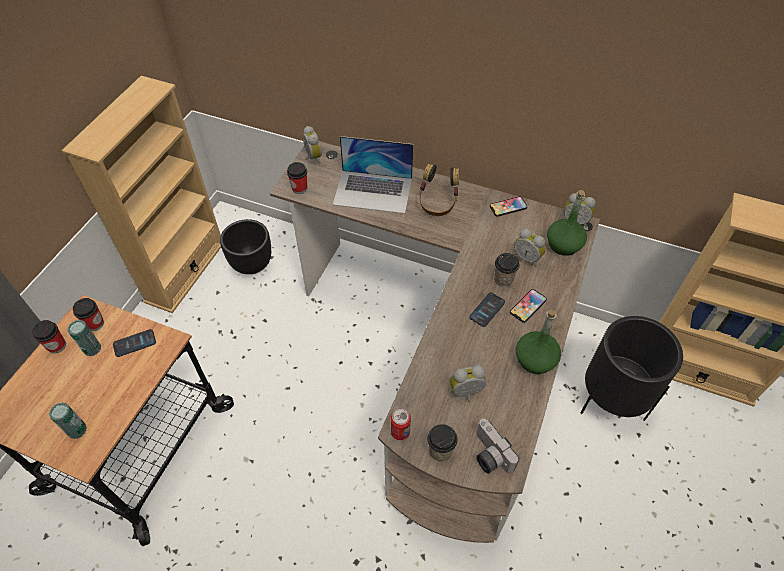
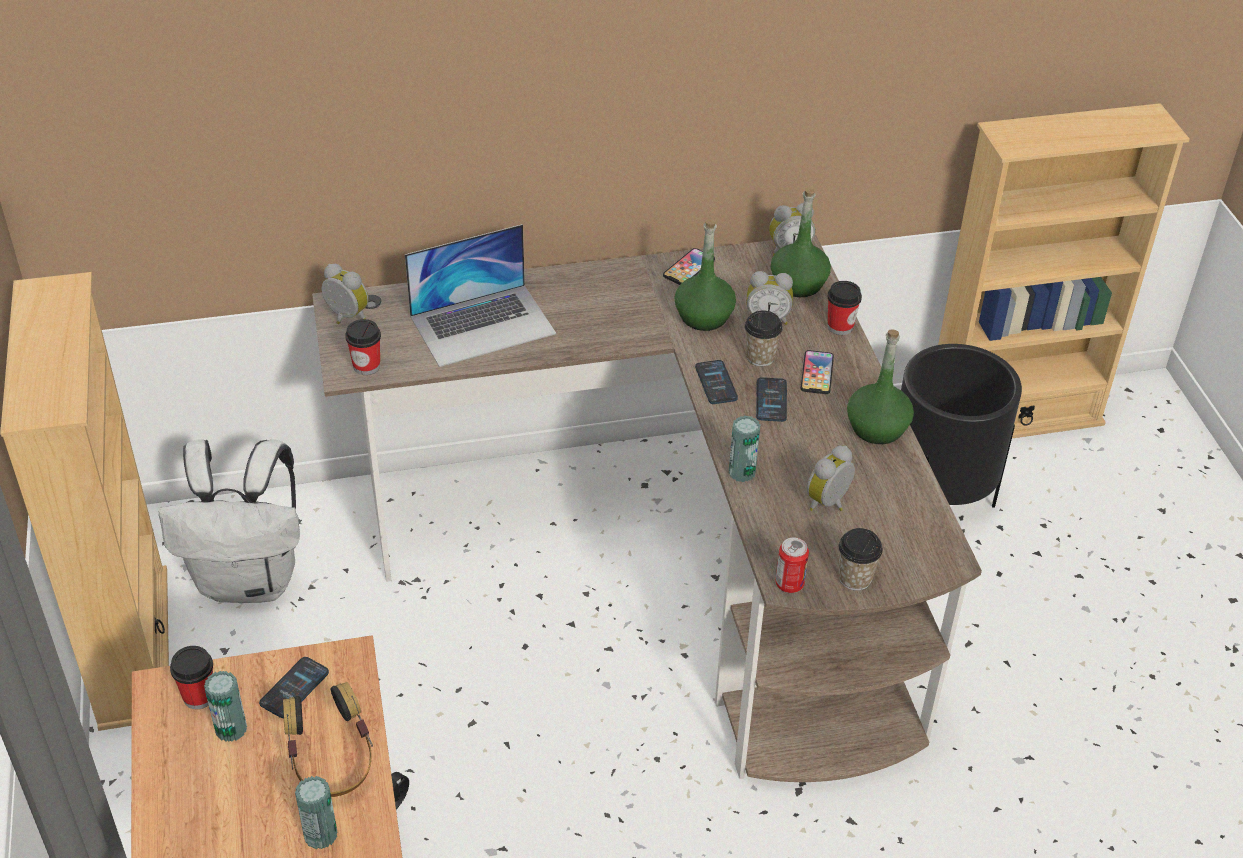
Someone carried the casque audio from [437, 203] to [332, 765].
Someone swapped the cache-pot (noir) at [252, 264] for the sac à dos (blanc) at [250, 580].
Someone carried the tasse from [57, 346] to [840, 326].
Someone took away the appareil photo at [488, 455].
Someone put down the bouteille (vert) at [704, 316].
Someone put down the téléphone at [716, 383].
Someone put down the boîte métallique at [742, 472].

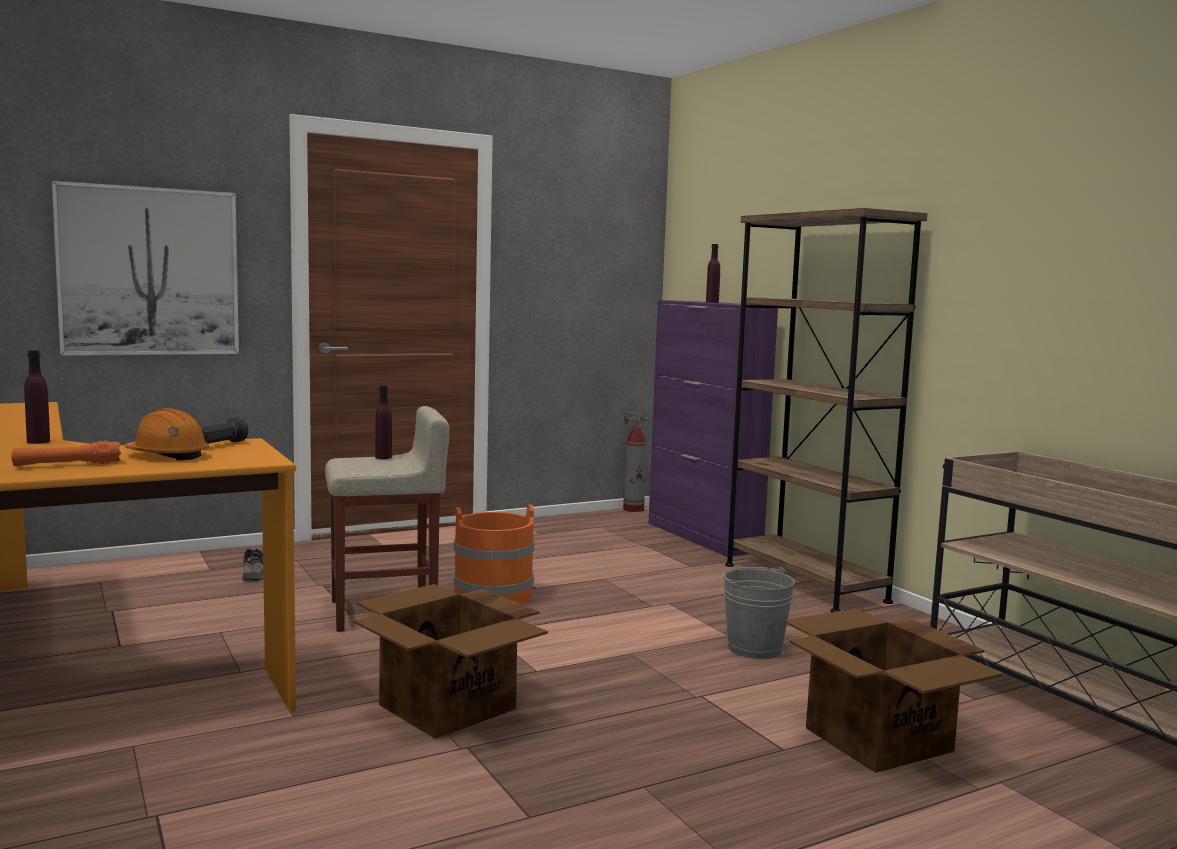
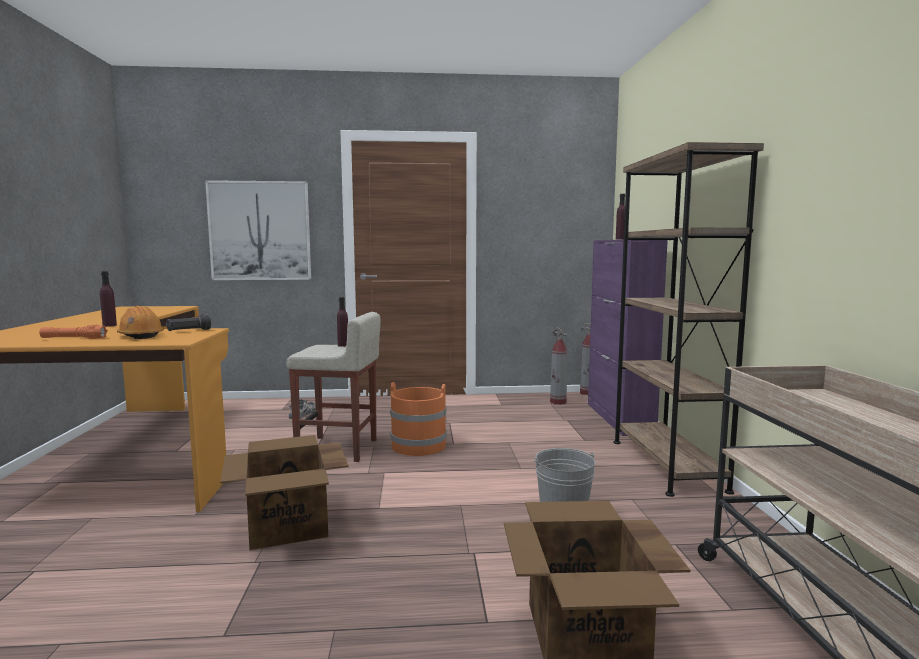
Someone put down the extincteur at [558, 402].

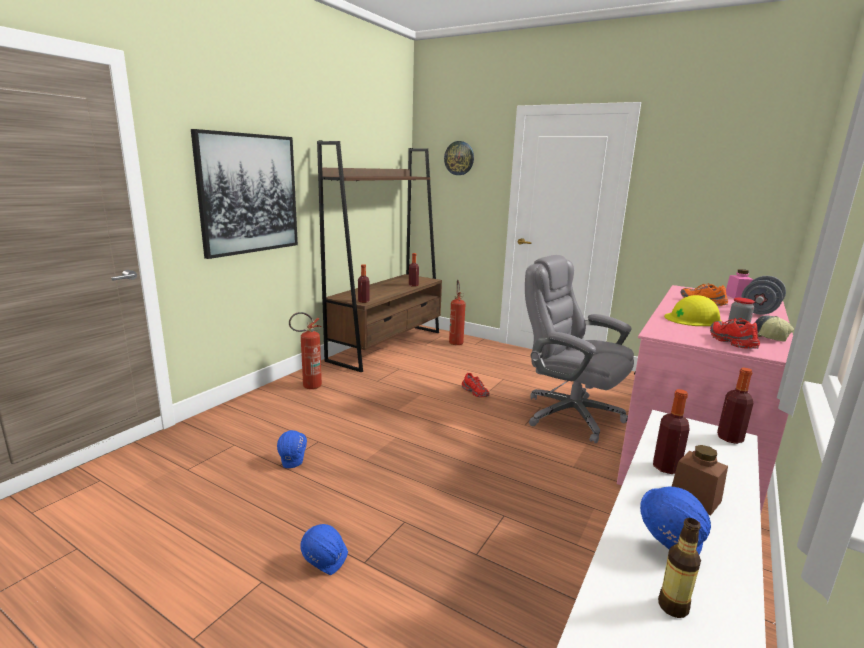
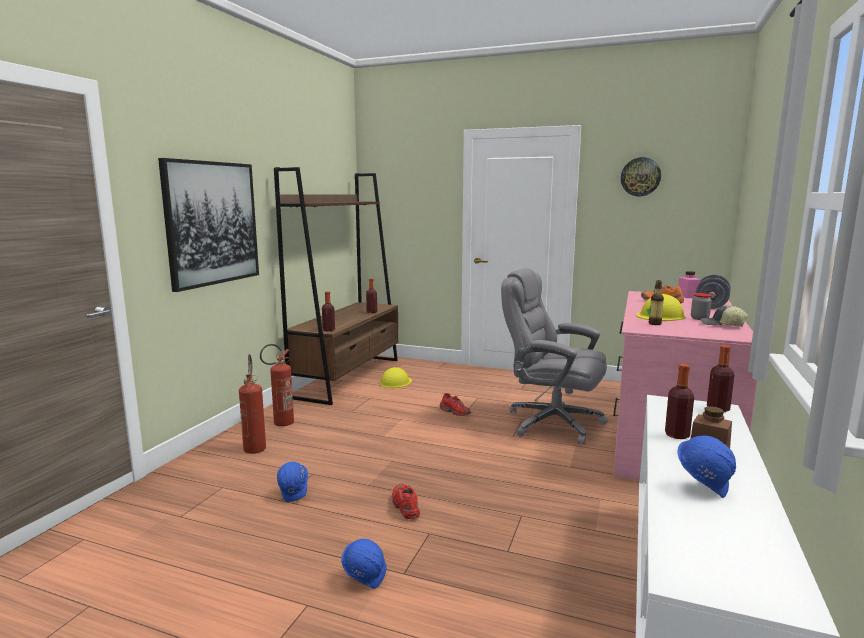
Someone carried the horloge murale from [459, 158] to [640, 177].
Someone carried the extincteur from [455, 341] to [255, 446].
Someone carried the chaussure (rouge) from [731, 342] to [405, 507].
Someone carried the bouteille from [673, 606] to [655, 324].
Someone put down the casque de chantier (jaune) at [395, 382].

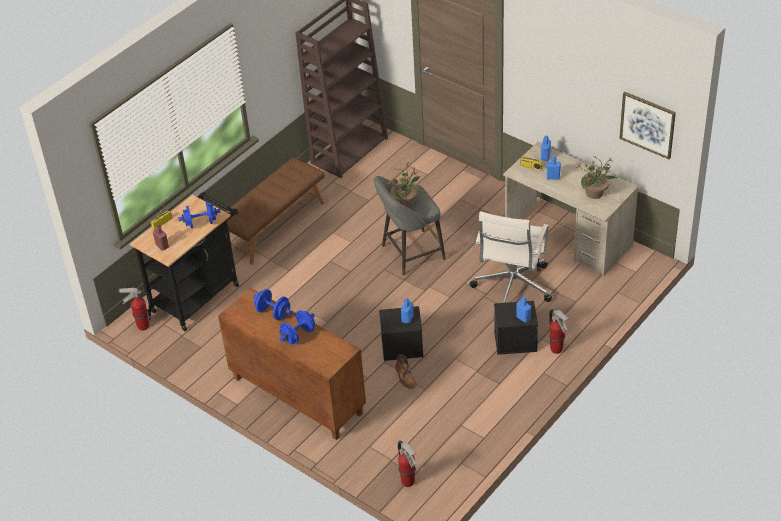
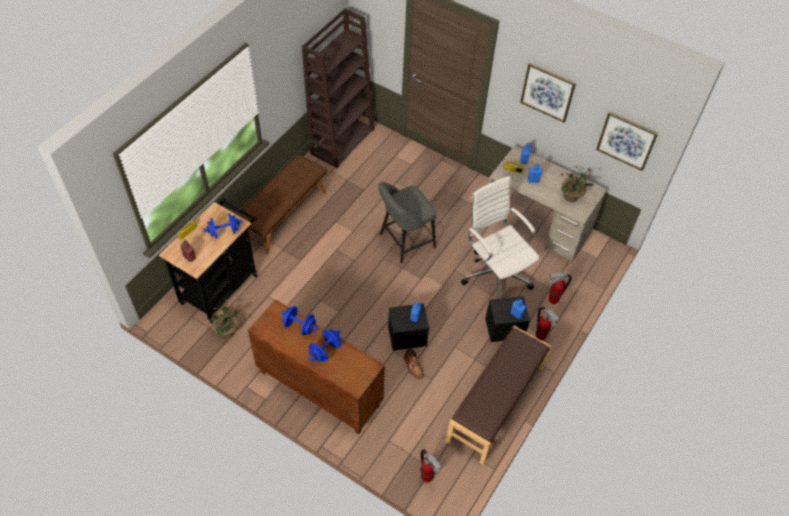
Someone carried the plante en pot from [405, 202] to [227, 331].
Someone rotated the chaise de bureau (blanc) at [512, 287] by 135 degrees clockwise.
Someone carried the extincteur from [142, 326] to [552, 300].
Someone put up the tableau at [547, 92].
Someone put down the banc (marron) at [496, 404].

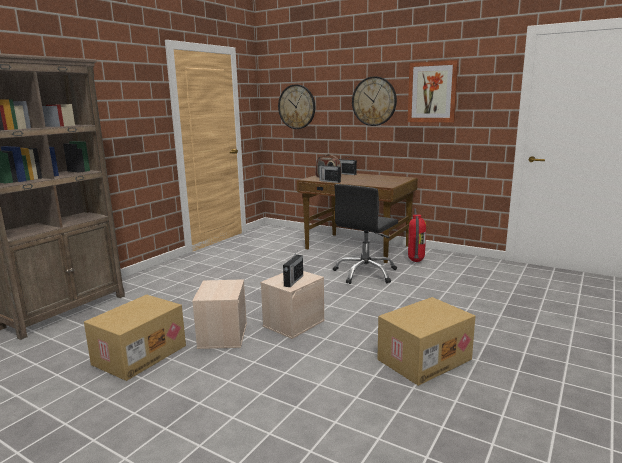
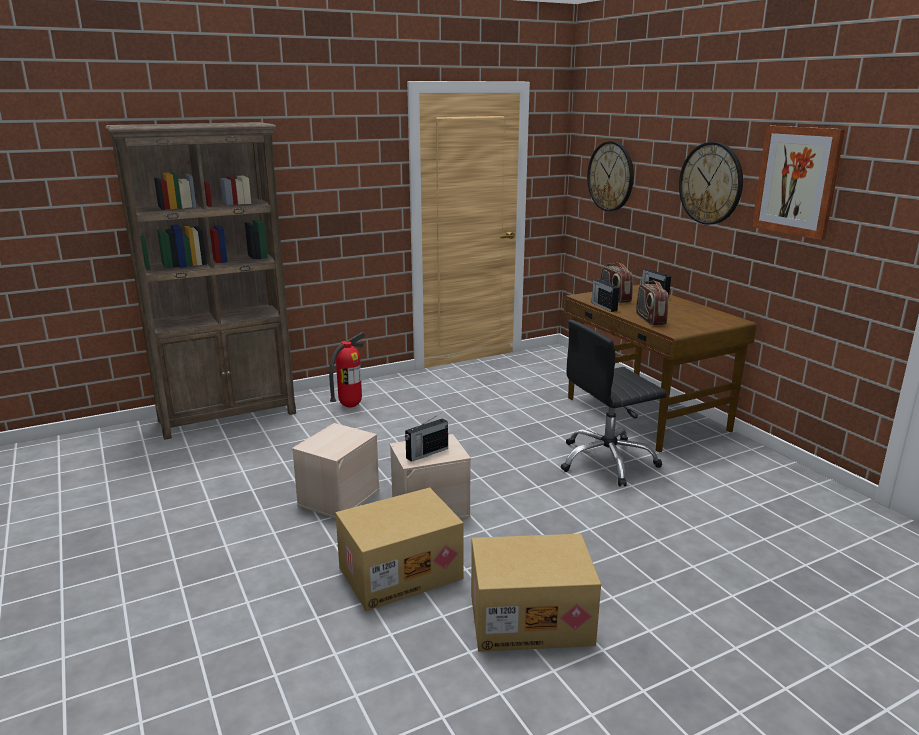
Someone carried the extincteur from [415, 261] to [350, 406].
Someone carried the carton from [139, 354] to [400, 572].
Someone put down the radio at [650, 319].

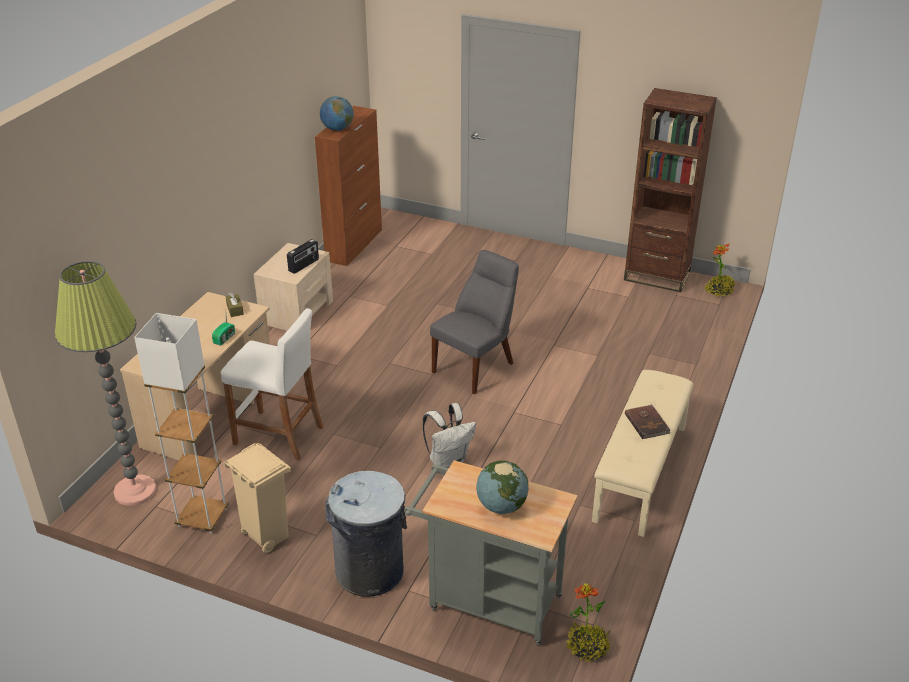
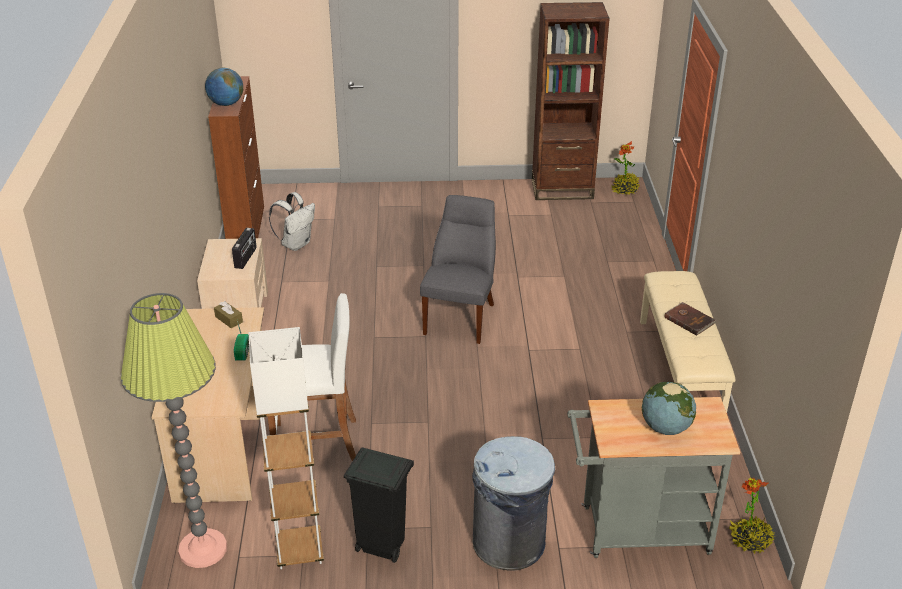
Someone carried the sac à dos (blanc) from [448, 460] to [296, 244].
Someone repainted the poubelle (beige) at [266, 536], which became the poubelle (noir) at [381, 546].

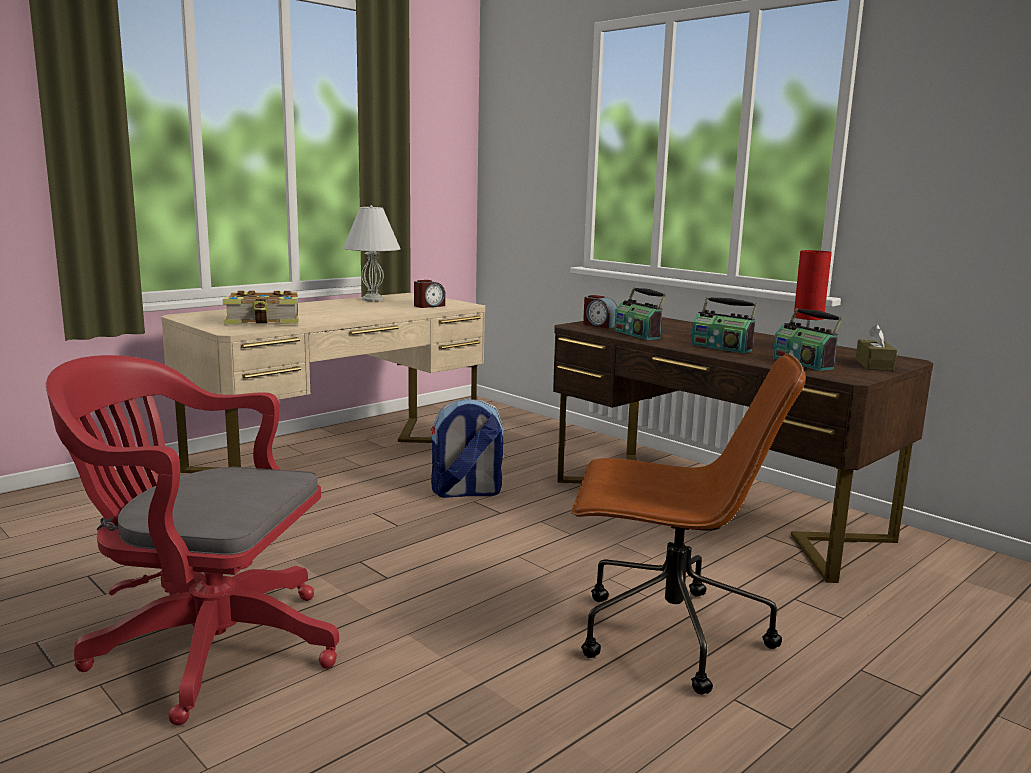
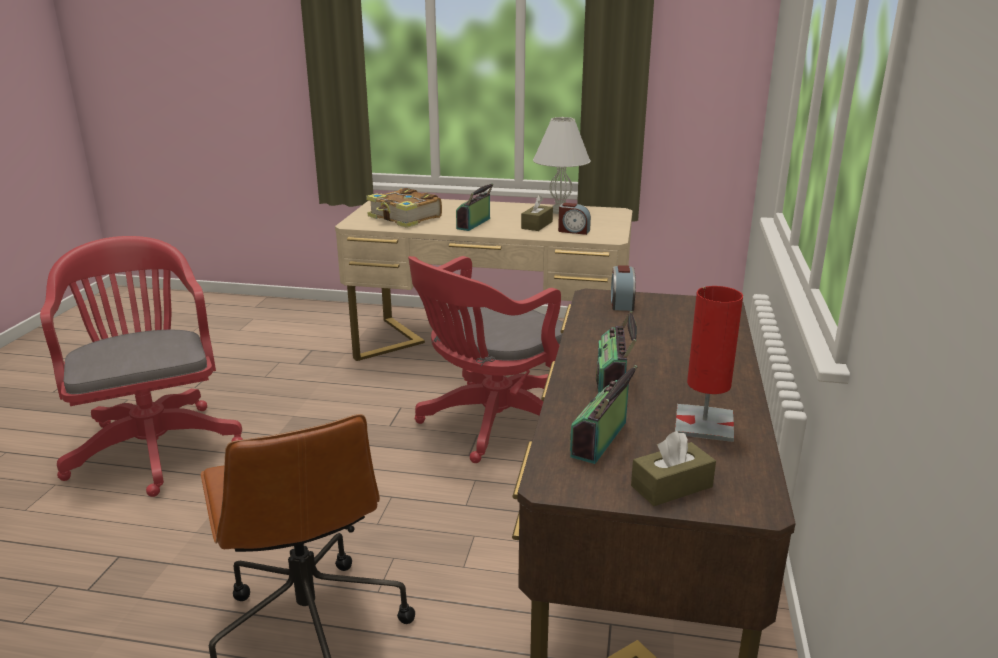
Someone carried the radio from [638, 334] to [474, 224].
Someone swapped the sac à dos at [466, 492] for the chaise de bureau (rouge) at [490, 424].
Someone put down the boîte à mouchoirs (marron) at [537, 225].

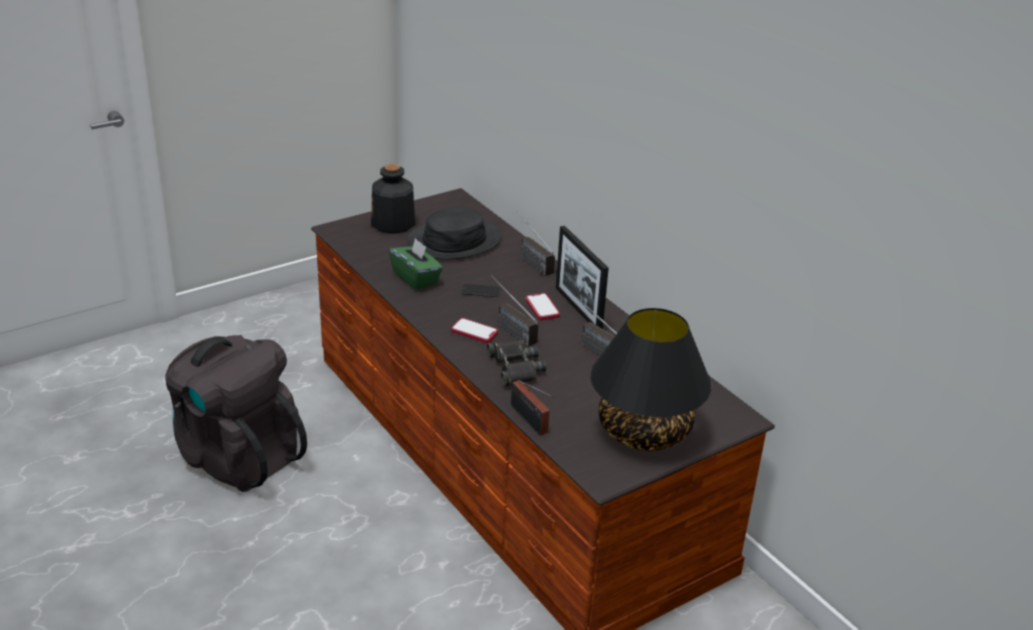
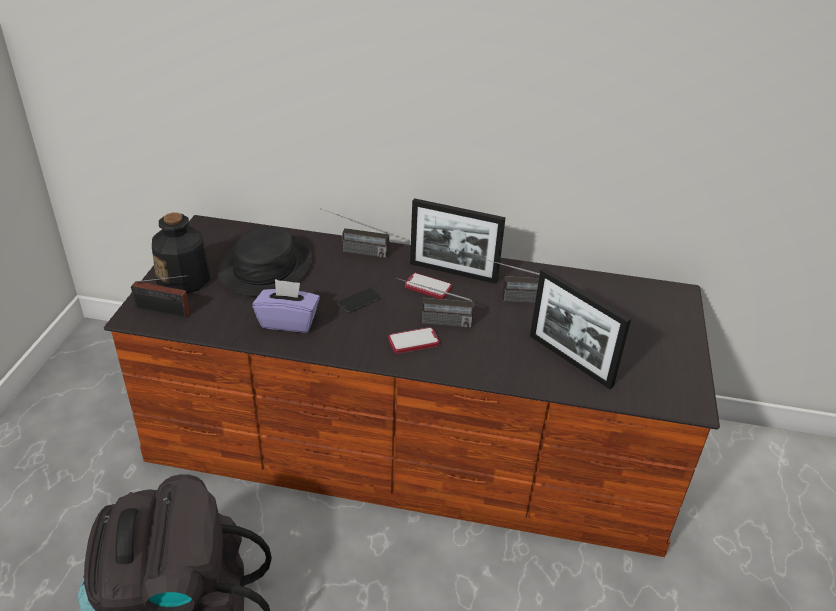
Someone repainted the boîte à mouchoirs (vert) at [416, 278], which became the boîte à mouchoirs (violet) at [288, 321].
Someone took away the lampe de table (noir) at [643, 431].
Someone took away the jumelles (noir) at [515, 368].
Someone carried the radio from [530, 421] to [165, 311].
Someone put down the cadre photo at [570, 360].

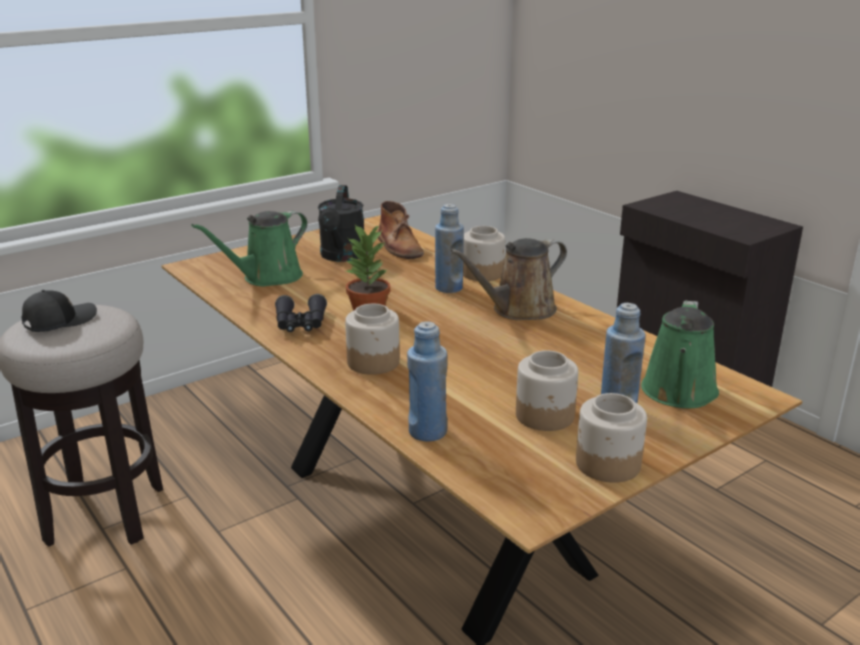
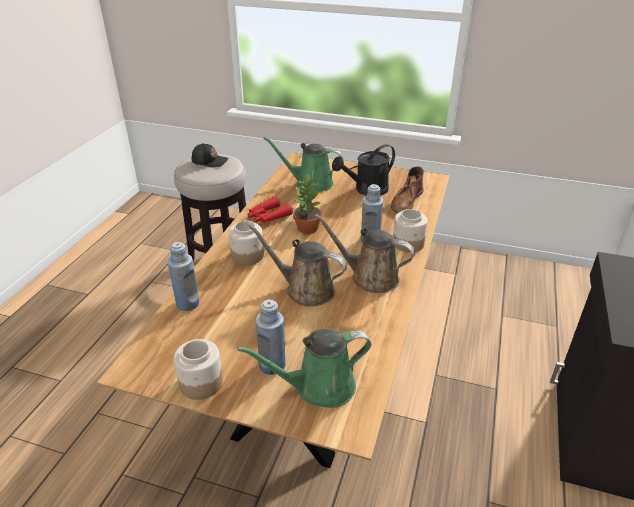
Someone repainted the jumelles (noir) at [300, 324], which became the jumelles (rouge) at [268, 216].
Someone took away the bocal at [545, 416].
Someone put down the arrosoir (marron) at [305, 289].

